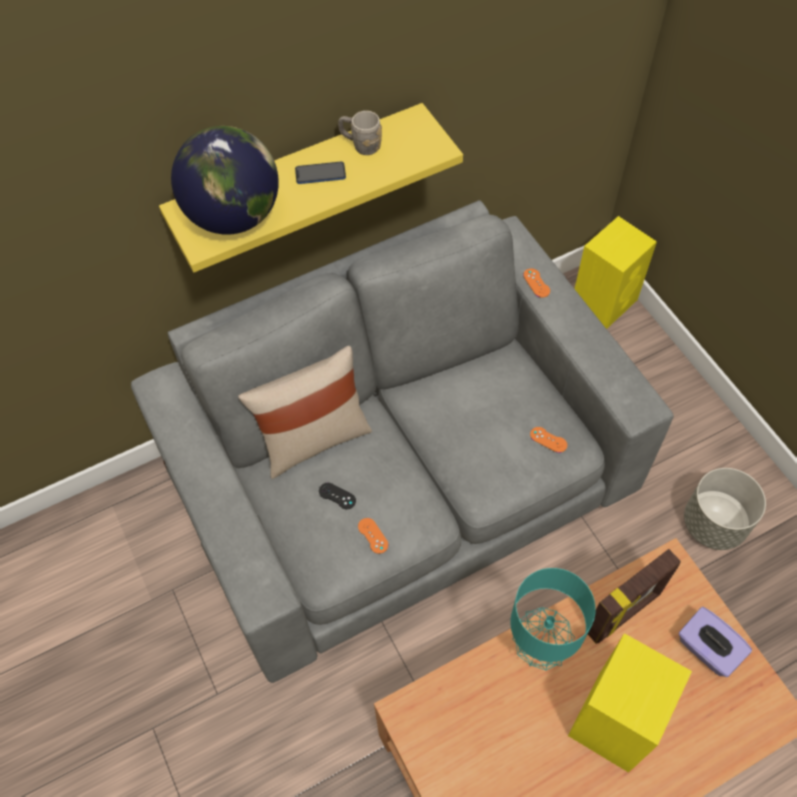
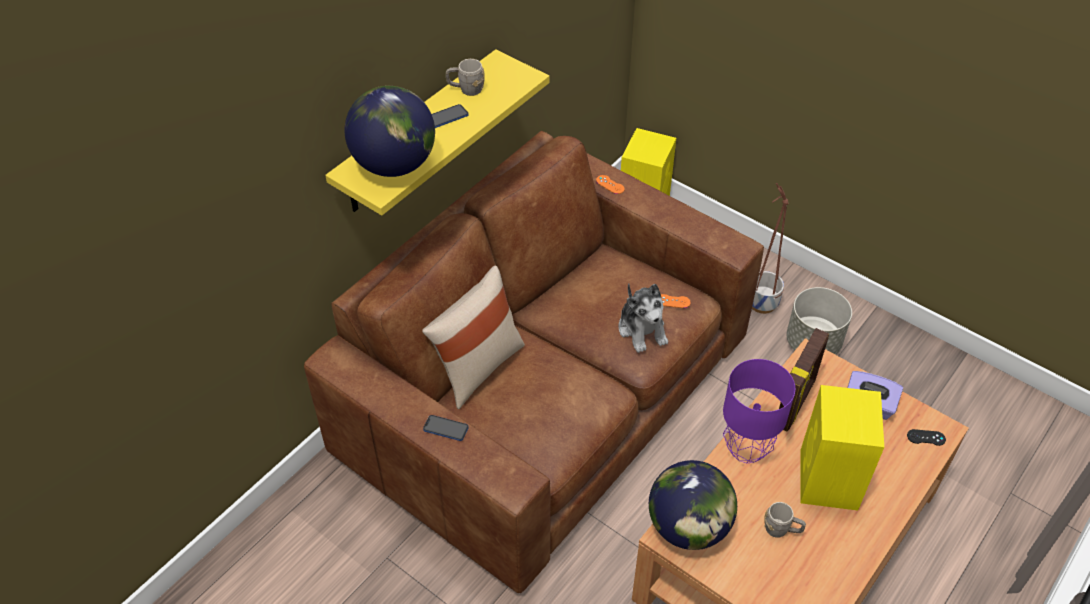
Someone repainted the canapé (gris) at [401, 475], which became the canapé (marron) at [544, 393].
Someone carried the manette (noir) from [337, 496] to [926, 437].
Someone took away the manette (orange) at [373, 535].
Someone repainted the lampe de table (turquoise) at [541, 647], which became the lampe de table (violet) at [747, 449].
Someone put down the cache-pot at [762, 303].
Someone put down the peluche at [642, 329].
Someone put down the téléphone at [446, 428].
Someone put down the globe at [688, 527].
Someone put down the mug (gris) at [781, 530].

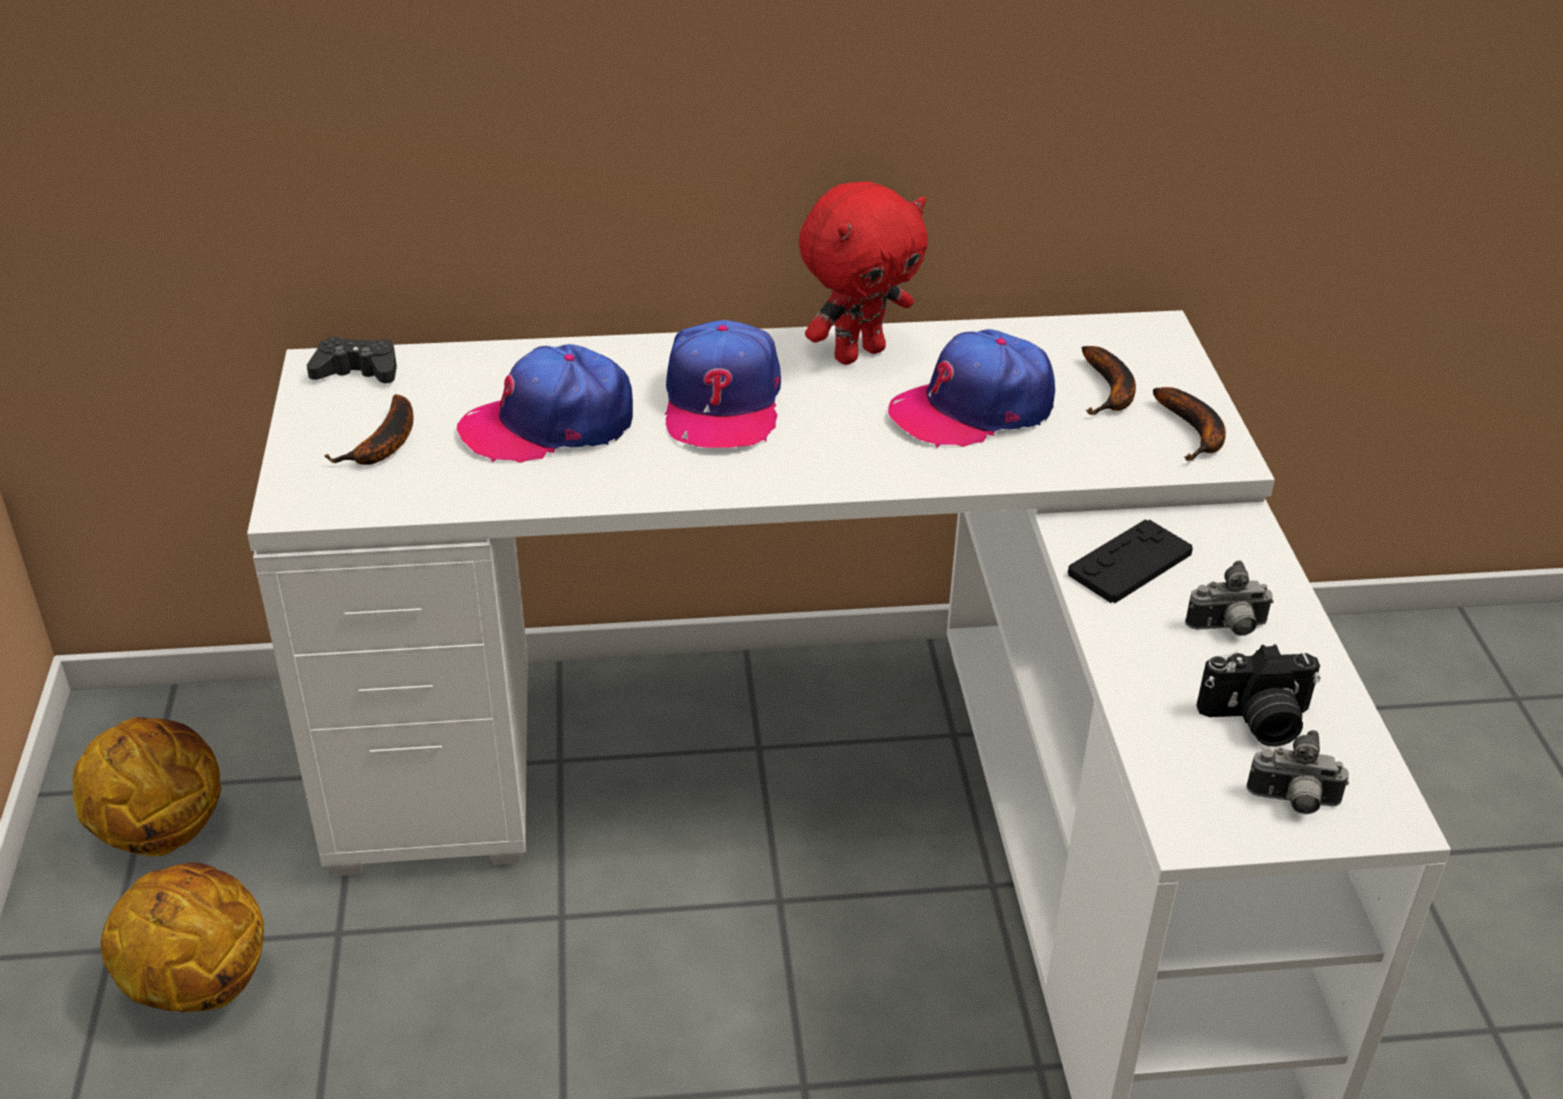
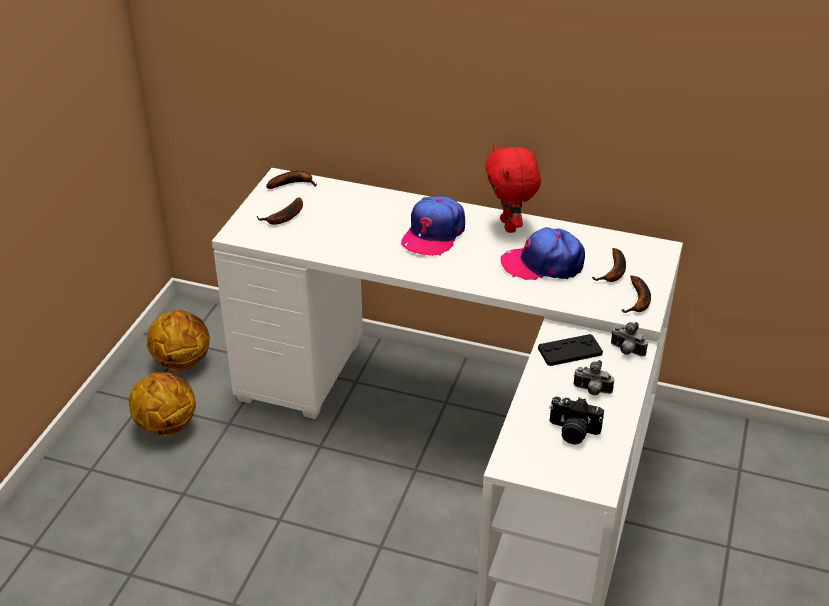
Someone rotated the peluche (rouge) at [858, 353] by 90 degrees clockwise.
Someone swapped the manette (noir) at [357, 371] for the banane at [293, 183].
Someone took away the casquette at [549, 424].
Someone carried the appareil photo from [1293, 802] to [626, 351].

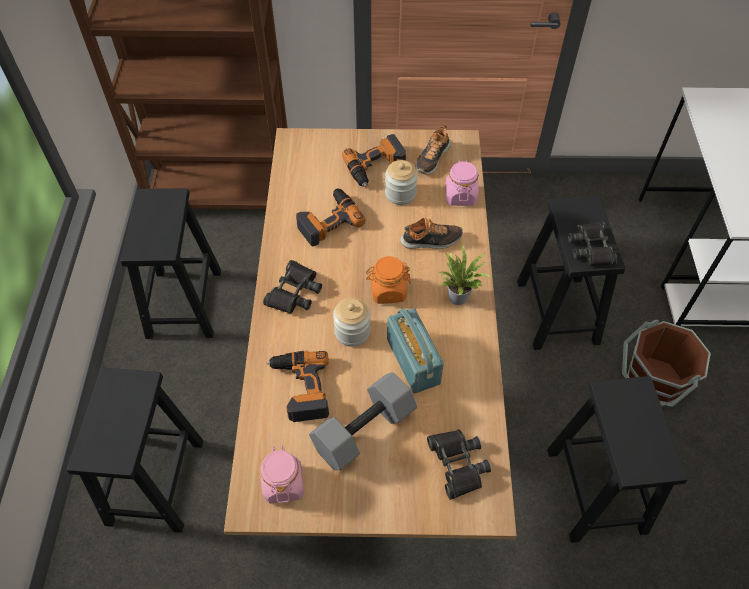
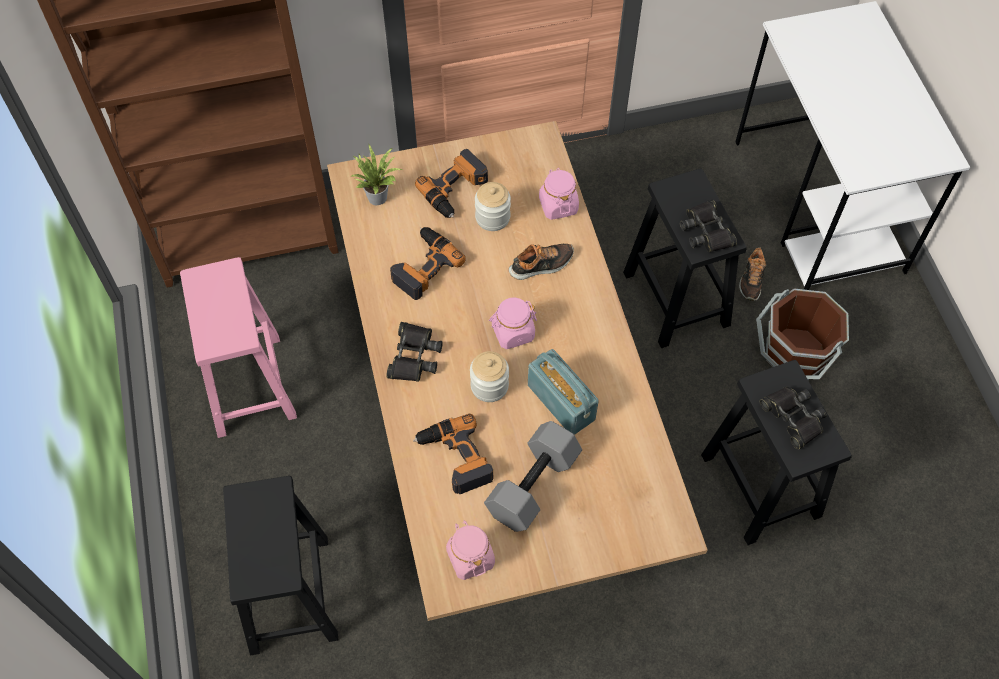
Someone carried the chaussure from [432, 158] to [751, 279].
Someone repainted the tabouret (noir) at [184, 302], which became the tabouret (rose) at [248, 383].
Someone carried the plante en pot from [458, 295] to [377, 195].
Someone repainted the bocal (orange) at [388, 291], which became the bocal (rose) at [512, 332].
Someone carried the jumelles (noir) from [457, 464] to [793, 418].

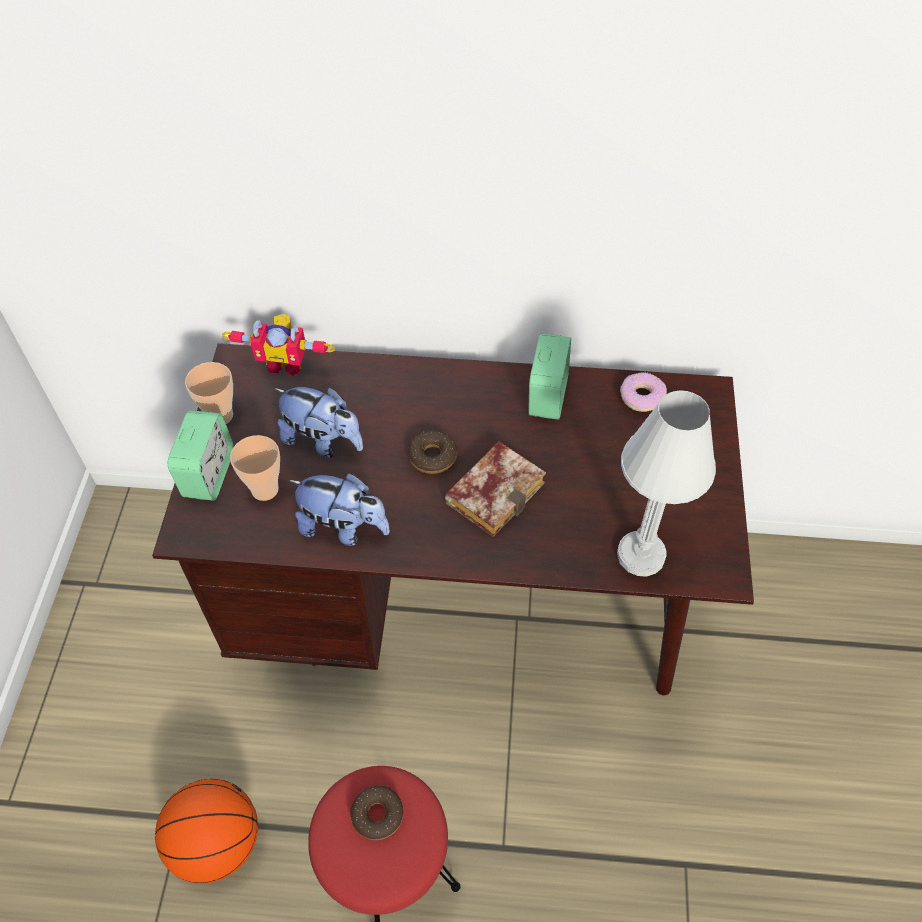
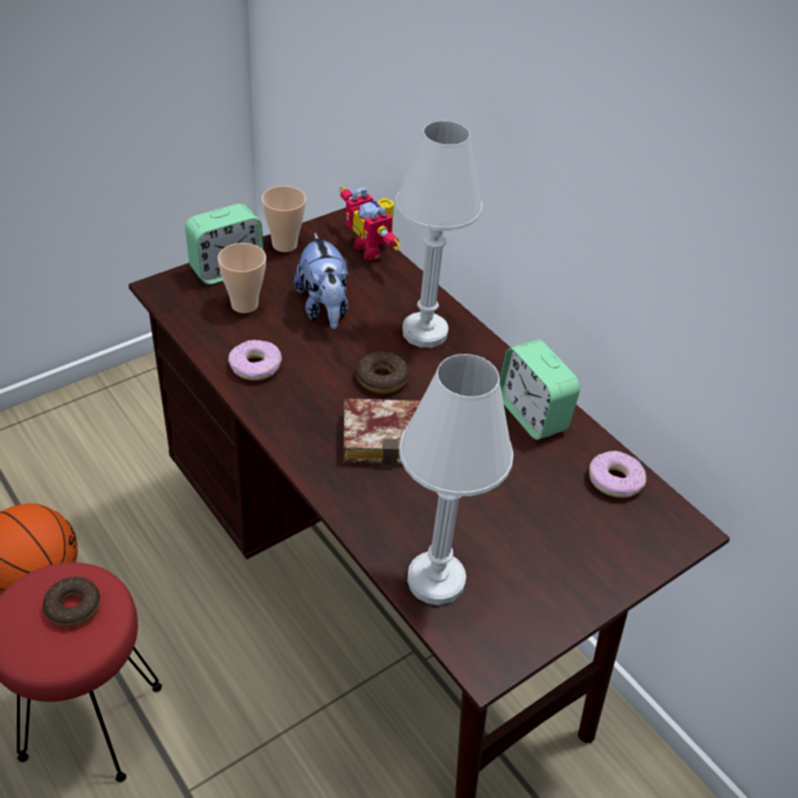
Someone rotated the réveil at [547, 396] by 90 degrees clockwise.
Someone swapped the peluche at [343, 527] for the beignet at [255, 366].
Someone put down the lampe de table (blanc) at [425, 332].

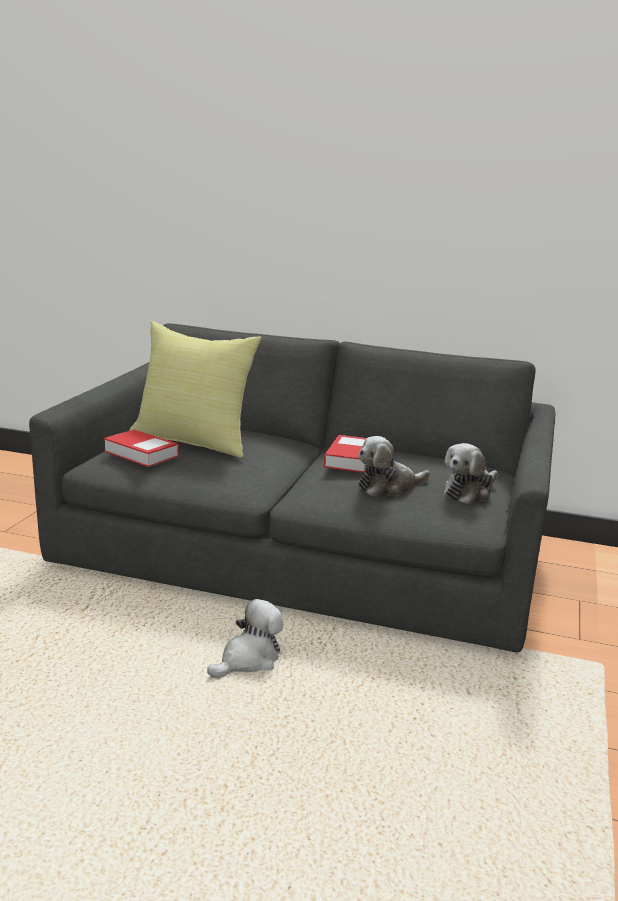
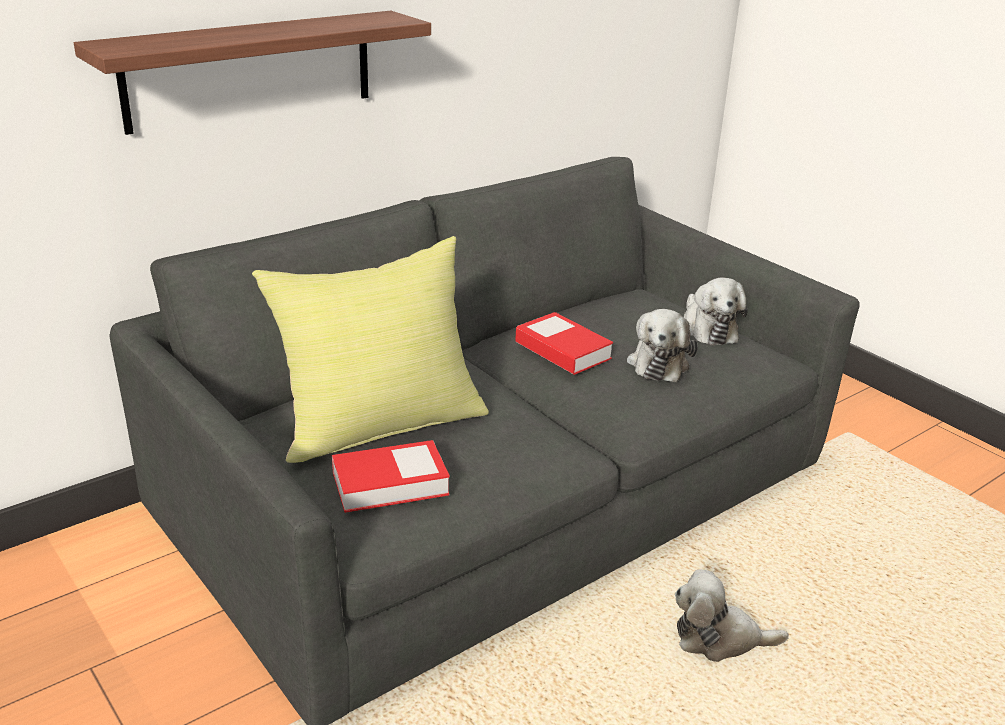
Someone rotated the peluche at [249, 661] by 75 degrees counterclockwise.
Someone put up the étagère at [250, 70].

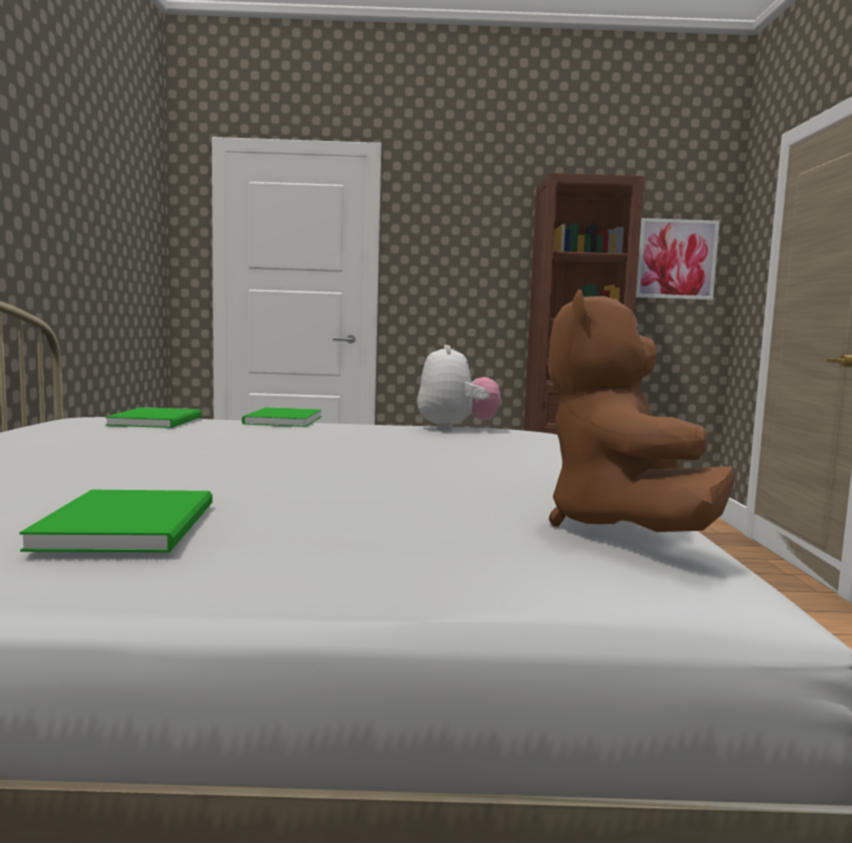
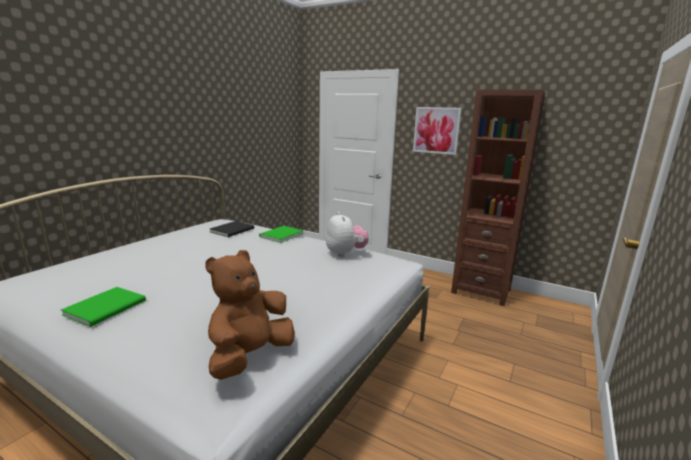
Someone carried the tableau from [676, 259] to [436, 130].
Someone rotated the peluche at [455, 429] by 45 degrees counterclockwise.
Someone repainted the livre (vert) at [159, 421], which became the livre (noir) at [233, 230].

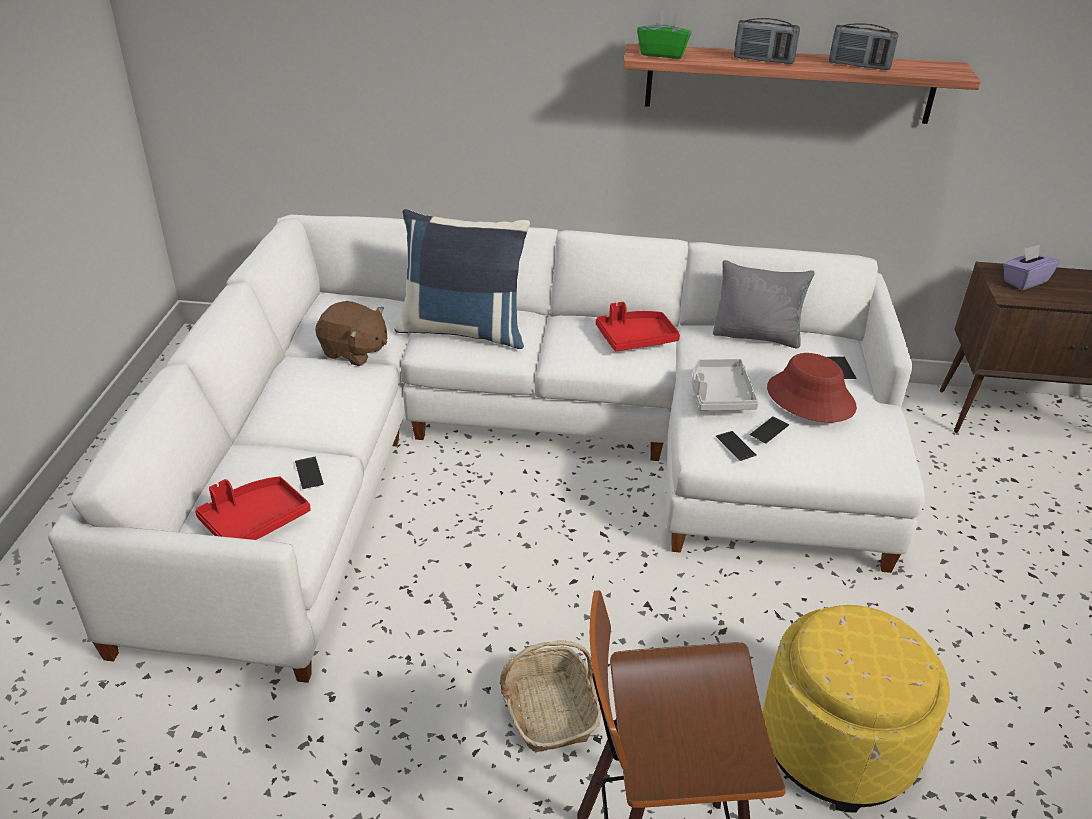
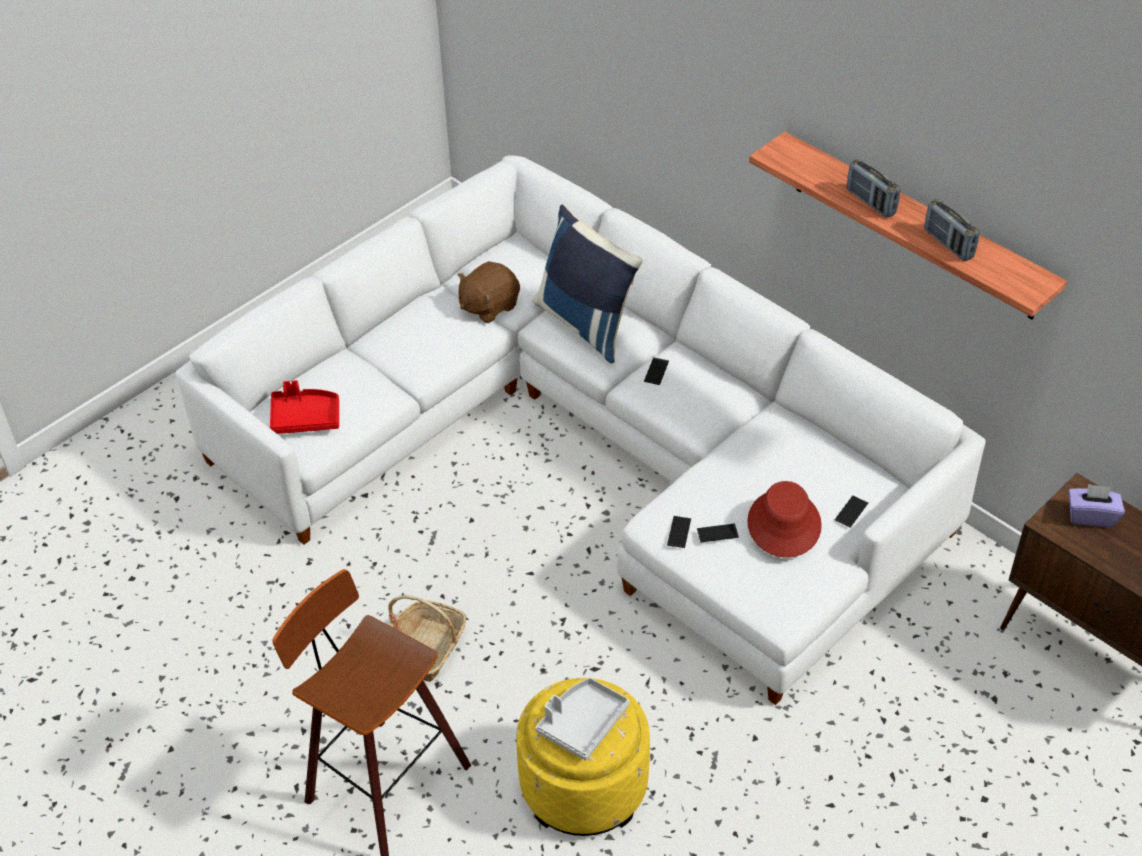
Someone took away the boîte à mouchoirs (vert) at [662, 53].
Someone took away the coussin (gris) at [757, 336].
Someone rotated the peluche (marron) at [354, 352] by 75 degrees clockwise.
Someone took away the plateau (rouge) at [635, 338].
Someone carried the plateau (gris) from [719, 394] to [582, 723].
Someone carried the téléphone from [309, 473] to [656, 371].

